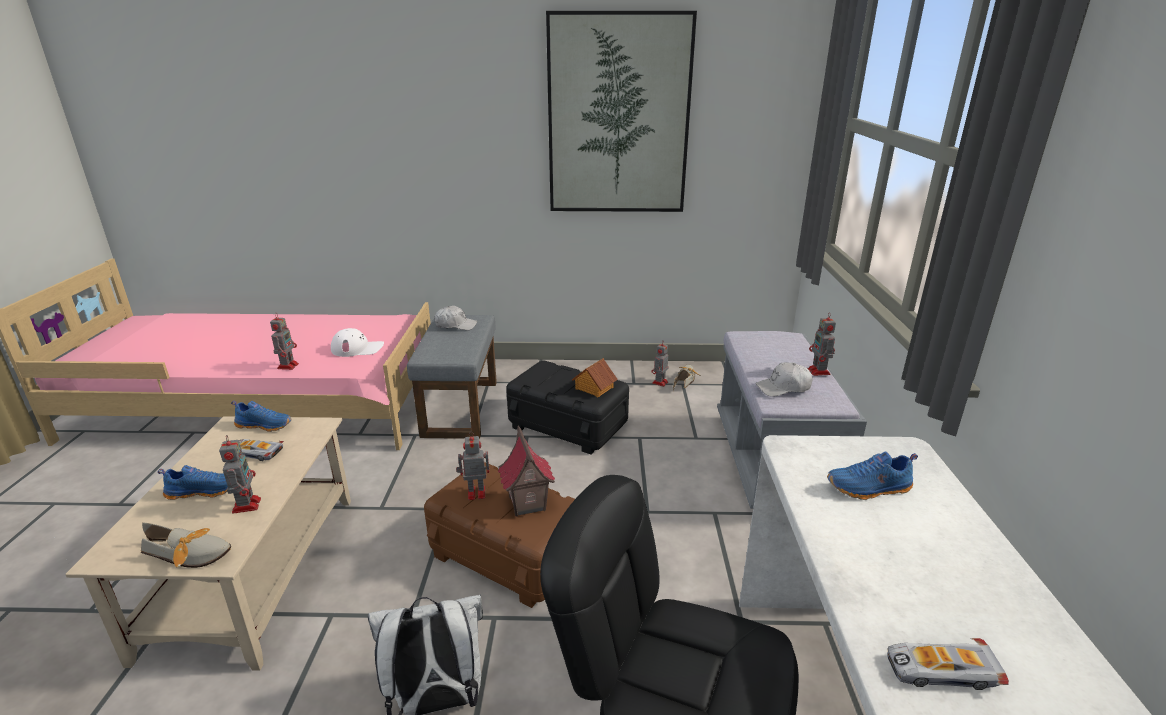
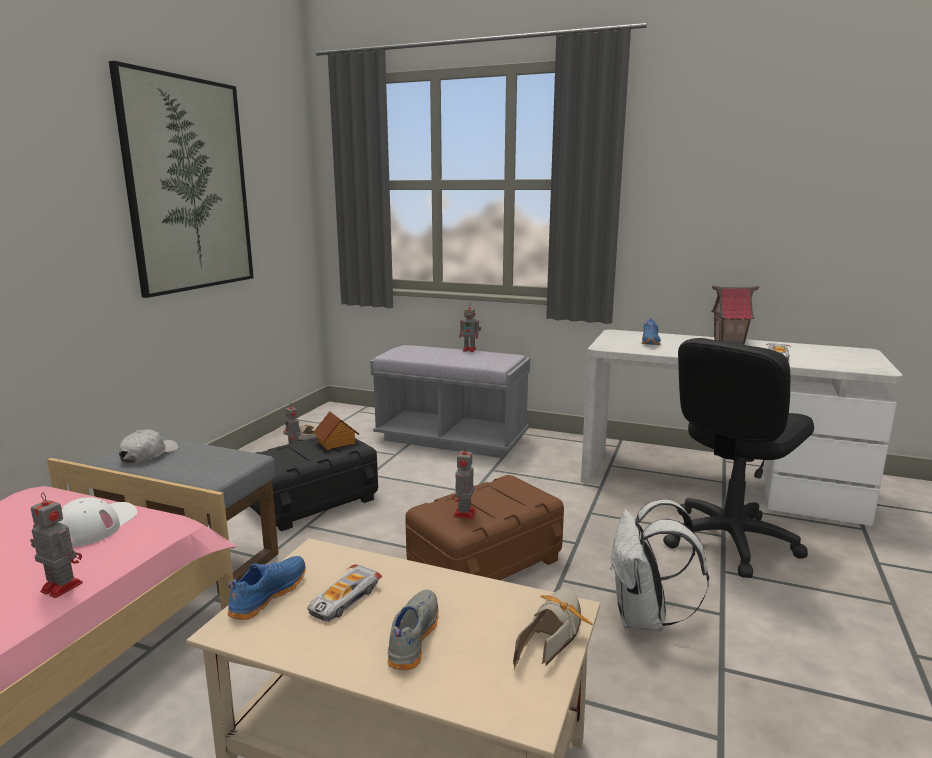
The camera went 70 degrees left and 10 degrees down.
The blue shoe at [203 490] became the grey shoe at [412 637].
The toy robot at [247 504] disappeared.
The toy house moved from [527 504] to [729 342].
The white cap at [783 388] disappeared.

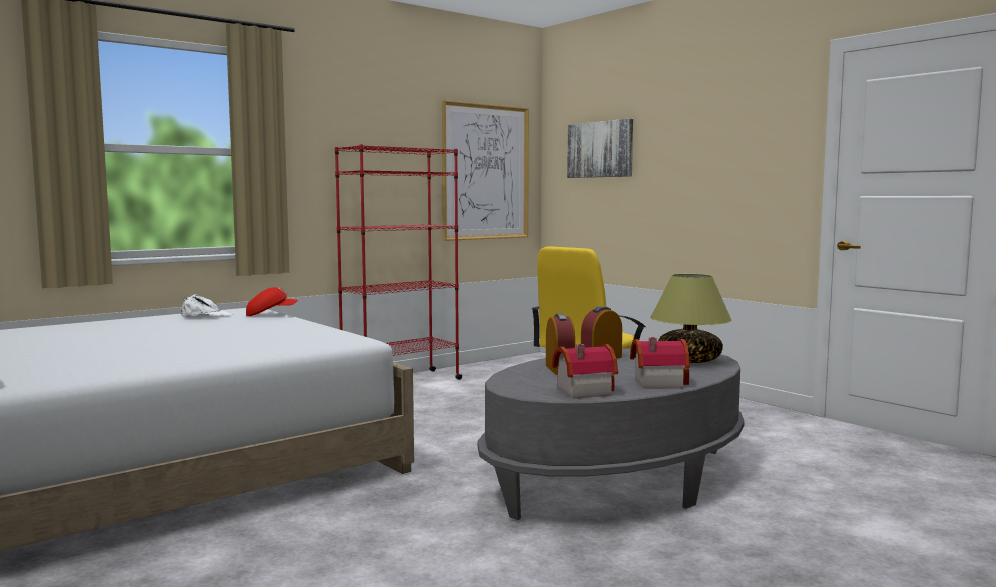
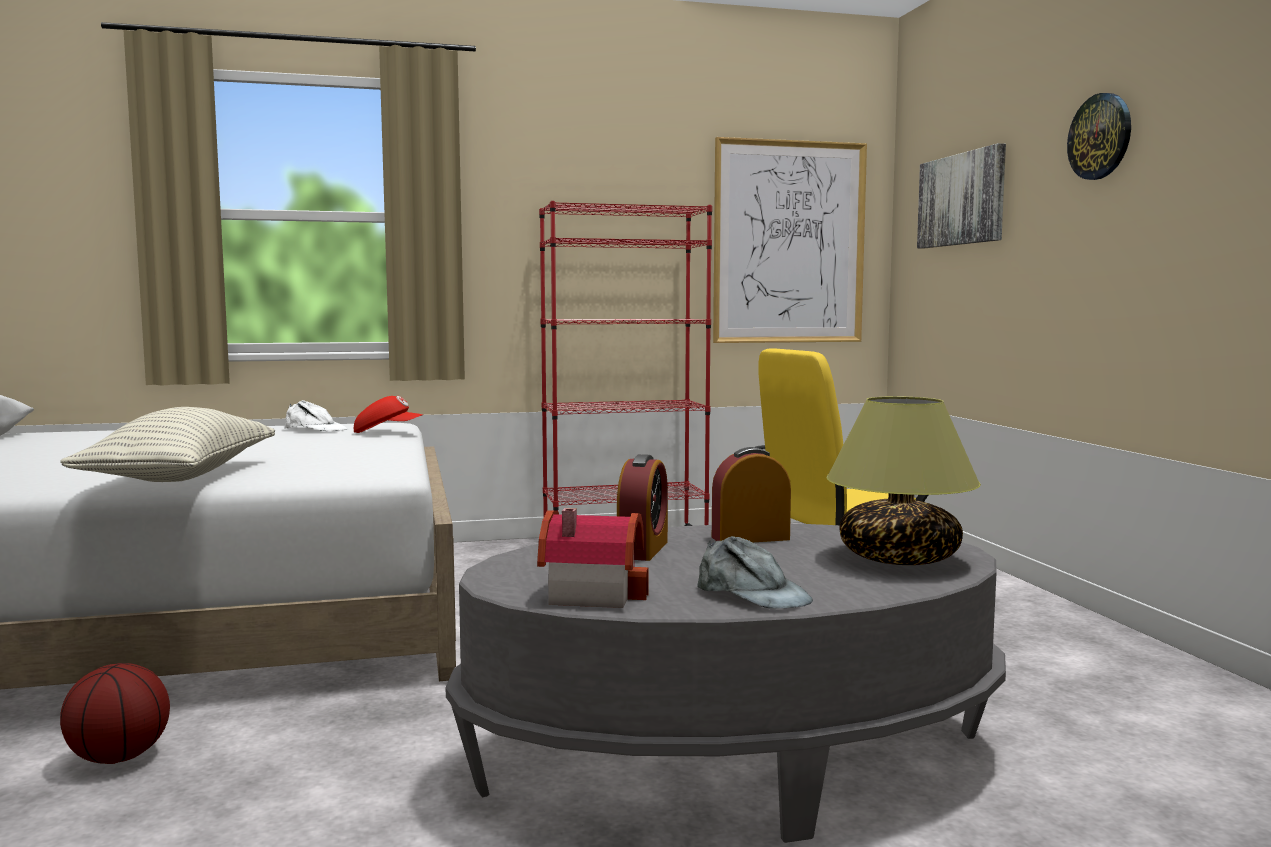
The camera went 25 degrees right and 0 degrees up.
The toy house at [656 382] was replaced by the grey cap at [752 594].
The pillow at [181 477] appeared.
The basketball at [120 757] appeared.
The wall clock at [1100 136] appeared.

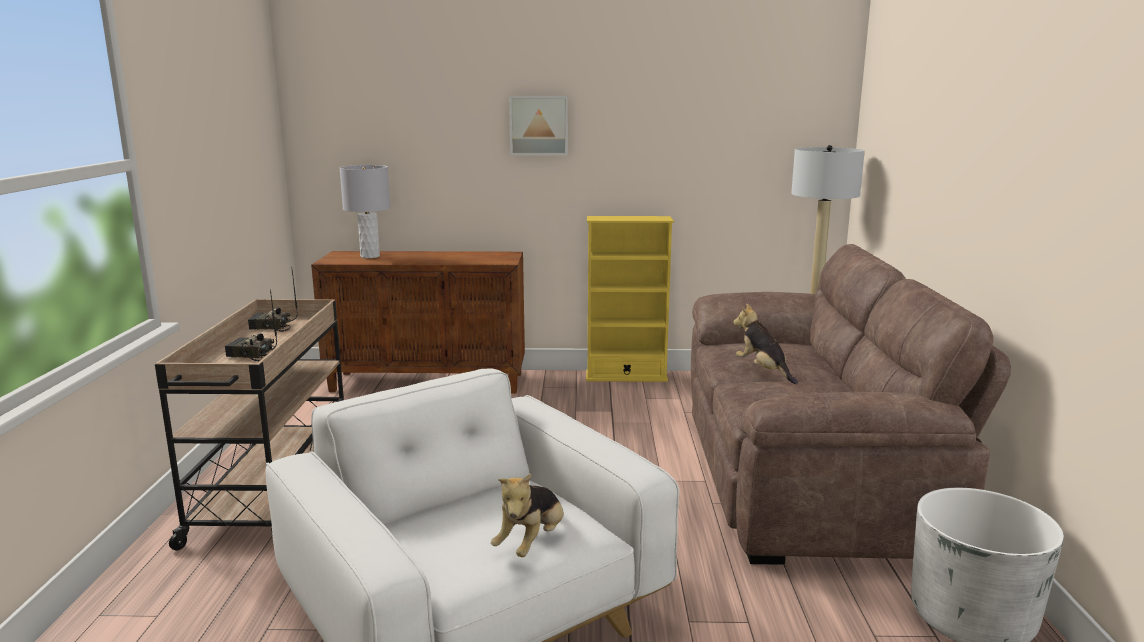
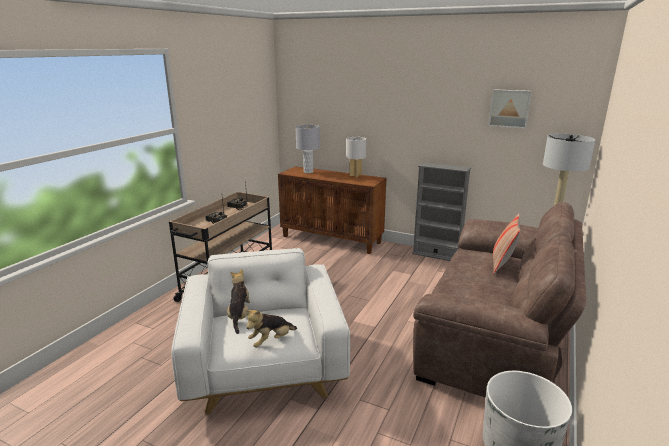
The camera went 25 degrees right and 5 degrees up.
The picture moved from [539 125] to [509 108].
The yellow bookcase at [626 376] became the grey bookcase at [436 255].
The plush toy moved from [763 371] to [240 316].
The white table lamp at [355 175] appeared.
The pillow at [502 264] appeared.

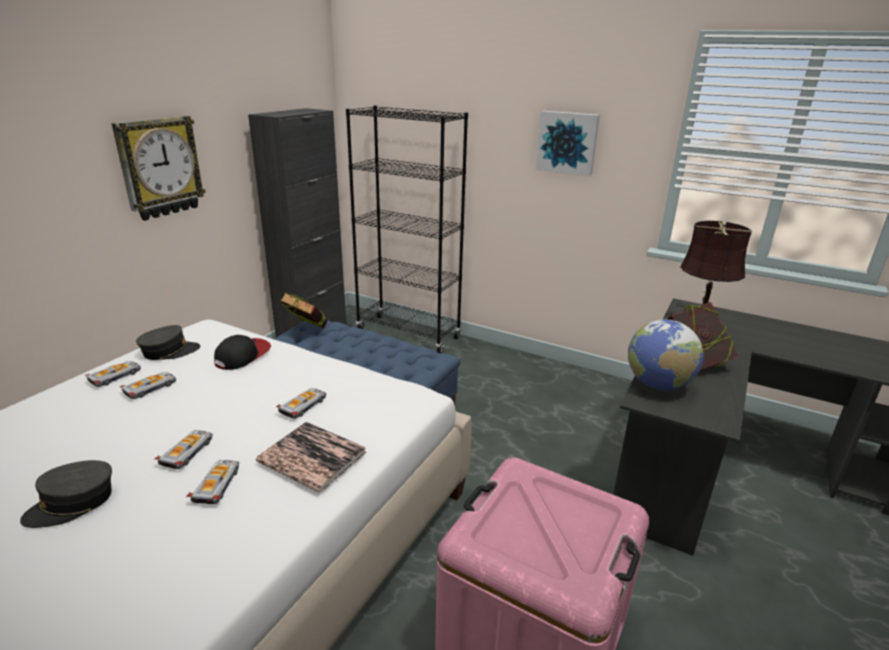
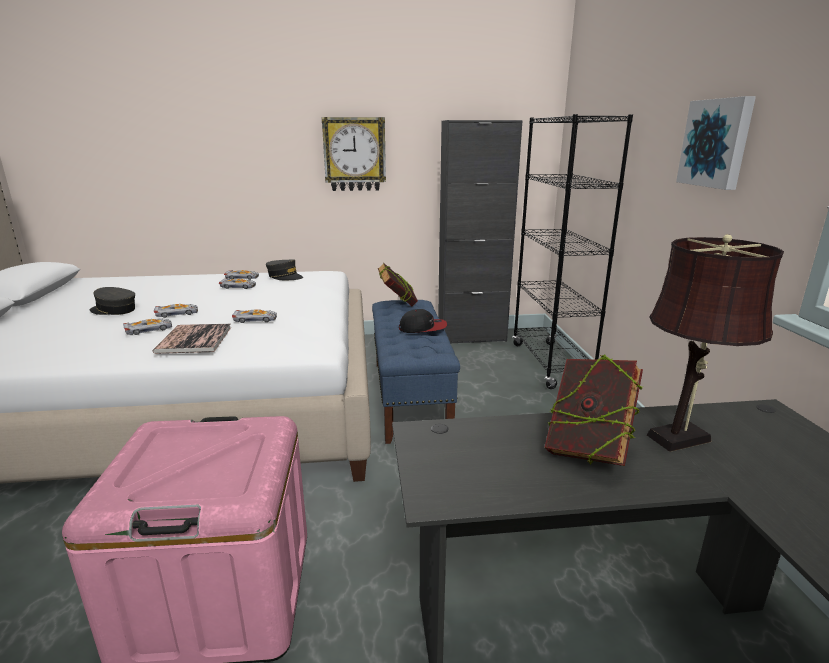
The camera went 55 degrees right and 5 degrees down.
The cap moved from [243 356] to [423 328].
The globe at [658 384] disappeared.

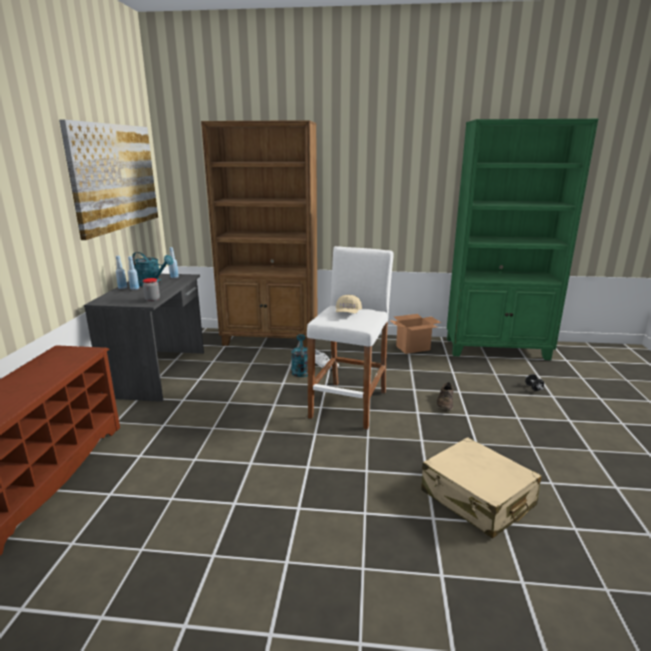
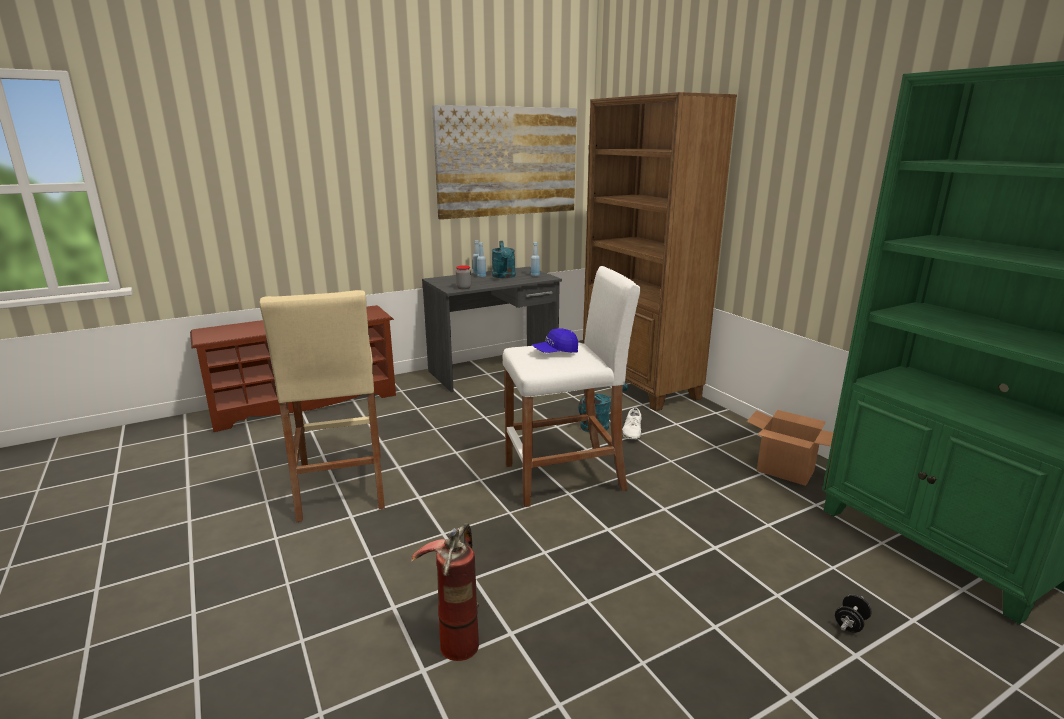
The camera went 55 degrees right and 0 degrees up.
The beige cap at [348 313] became the blue cap at [555 352].
The beige suitcase at [477 498] was replaced by the fire extinguisher at [457 634].
The brown shoe at [445 402] disappeared.
The beige stool at [341 486] appeared.

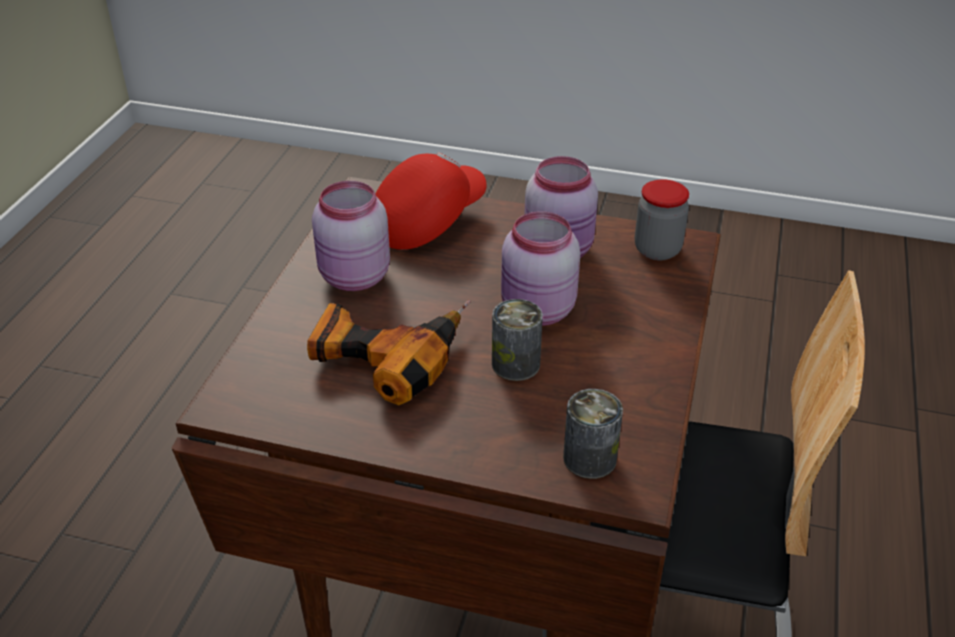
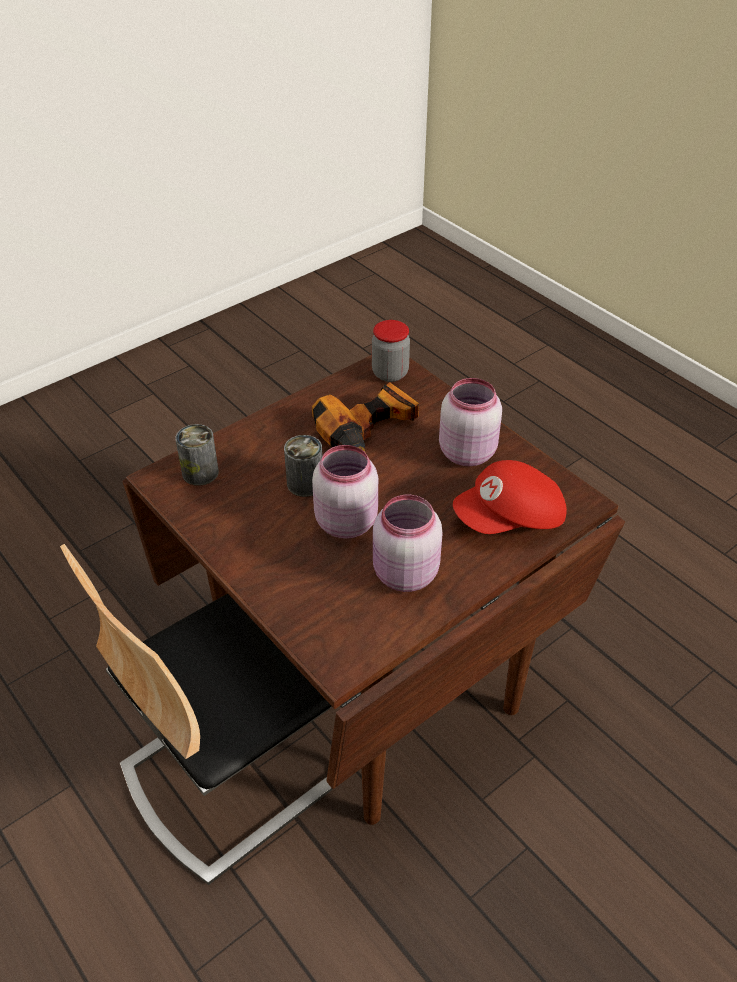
The camera went 125 degrees right and 5 degrees up.
The red cap at [427 221] turned 75 degrees clockwise.
The jar moved from [657 250] to [390 373].

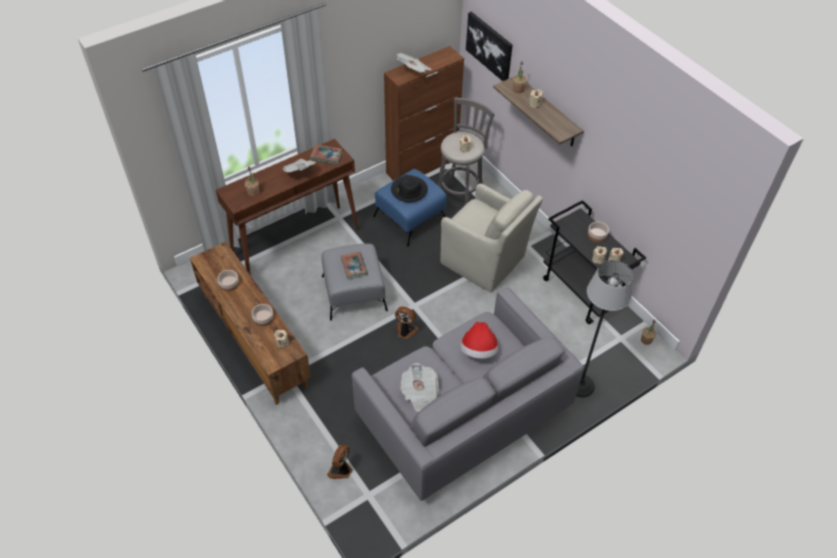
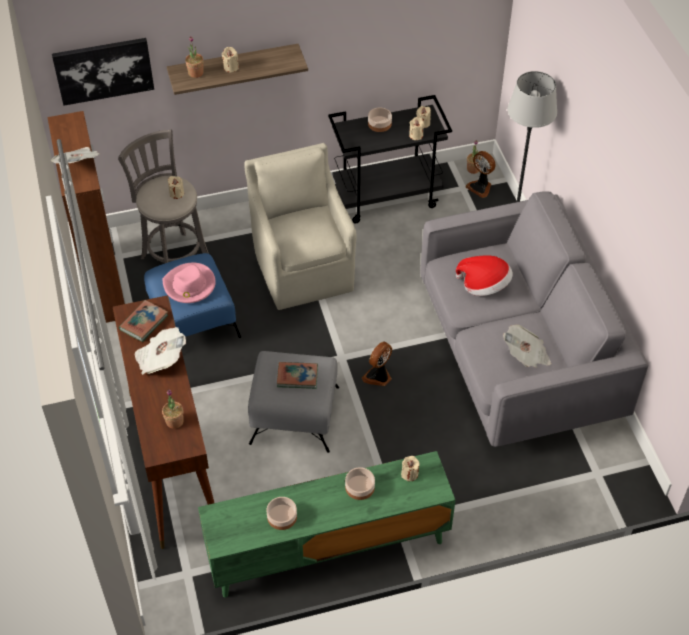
The camera went 70 degrees left and 0 degrees up.
The brown tv stand at [253 340] became the green tv stand at [327 548].
The fan moved from [341 470] to [480 187].
The black hat at [408 190] became the pink hat at [189 285].
The beige armchair at [484 261] turned 75 degrees counterclockwise.

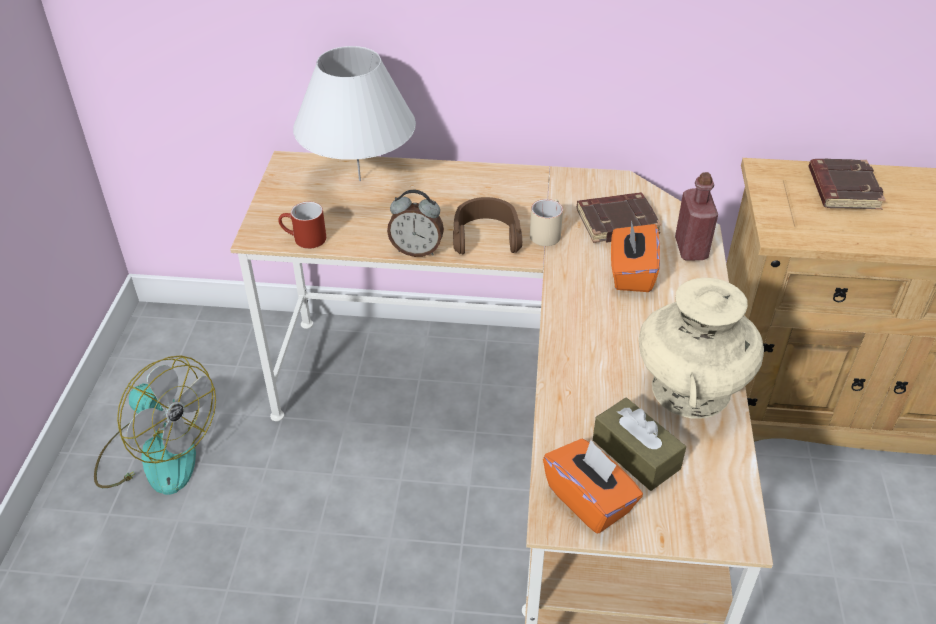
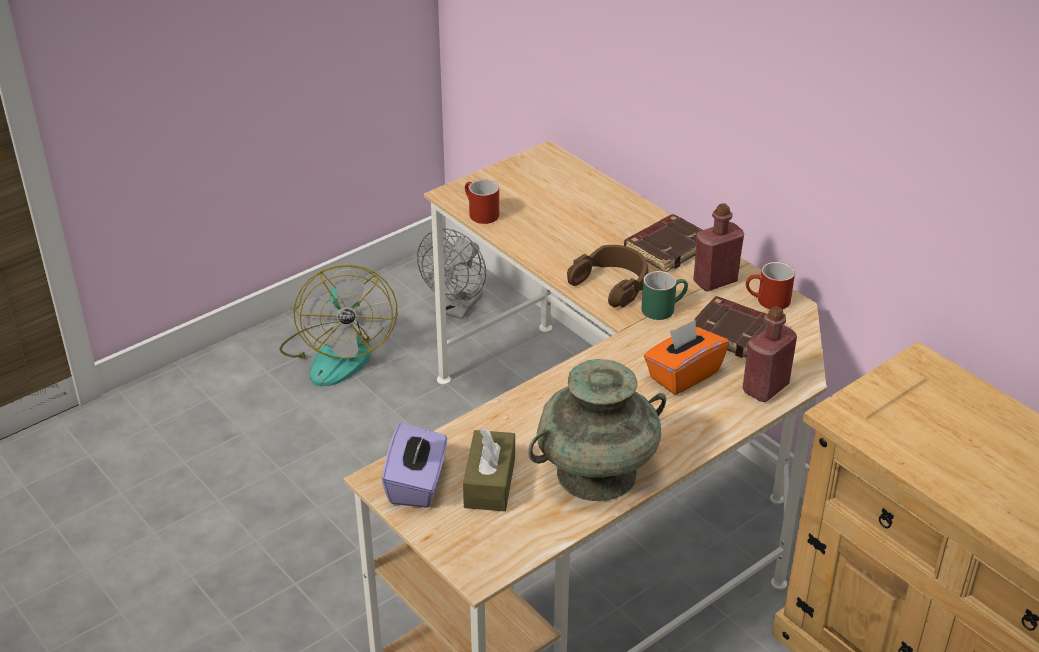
The camera went 45 degrees right and 5 degrees down.
The white table lamp at [359 180] disappeared.
The alarm clock at [416 250] disappeared.
The beige mug at [546 232] became the green mug at [663 308].
The orange tissue box at [589 500] became the purple tissue box at [417 484].
The beige vase at [690 389] became the turquoise vase at [596 474].
The brown book moved from [842 189] to [667 247].
The grey fan at [458 309] appeared.
The red bottle at [715 281] appeared.
The red mug at [767 301] appeared.

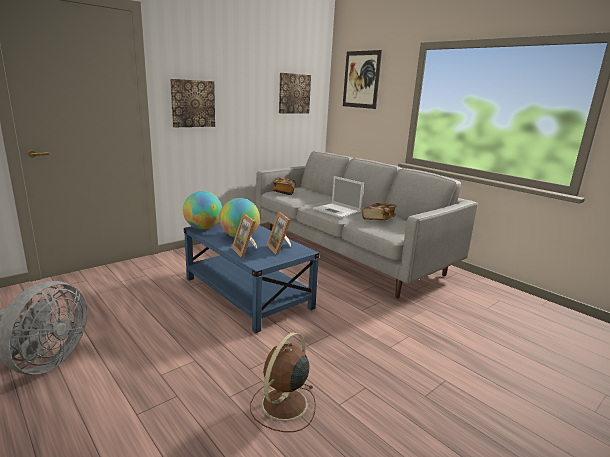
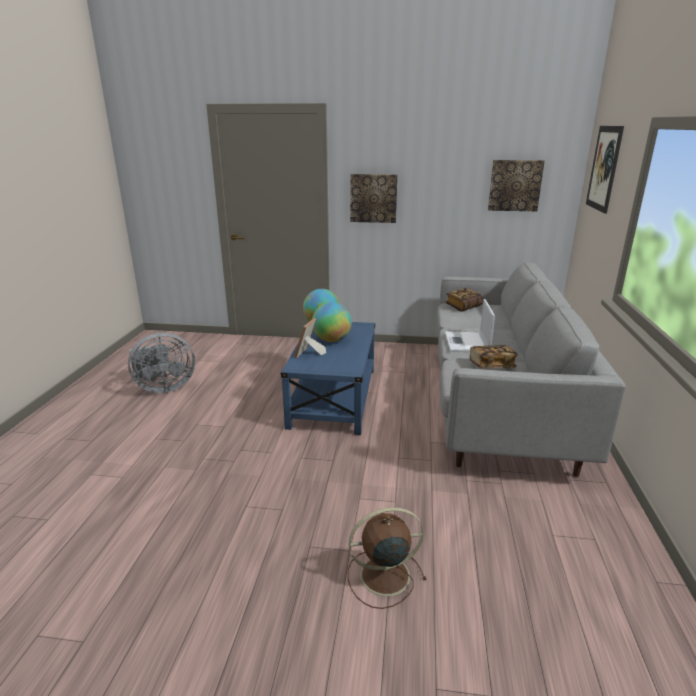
The camera went 50 degrees right and 5 degrees up.
The brown fan moved from [283 405] to [382 576].
The picture frame at [281 249] disappeared.

